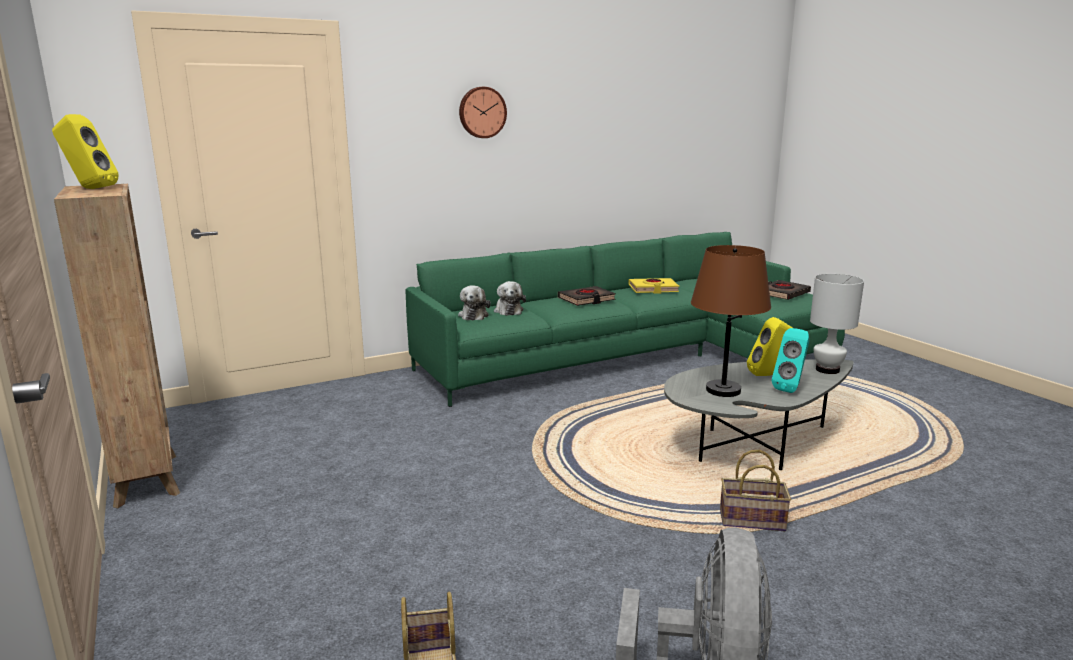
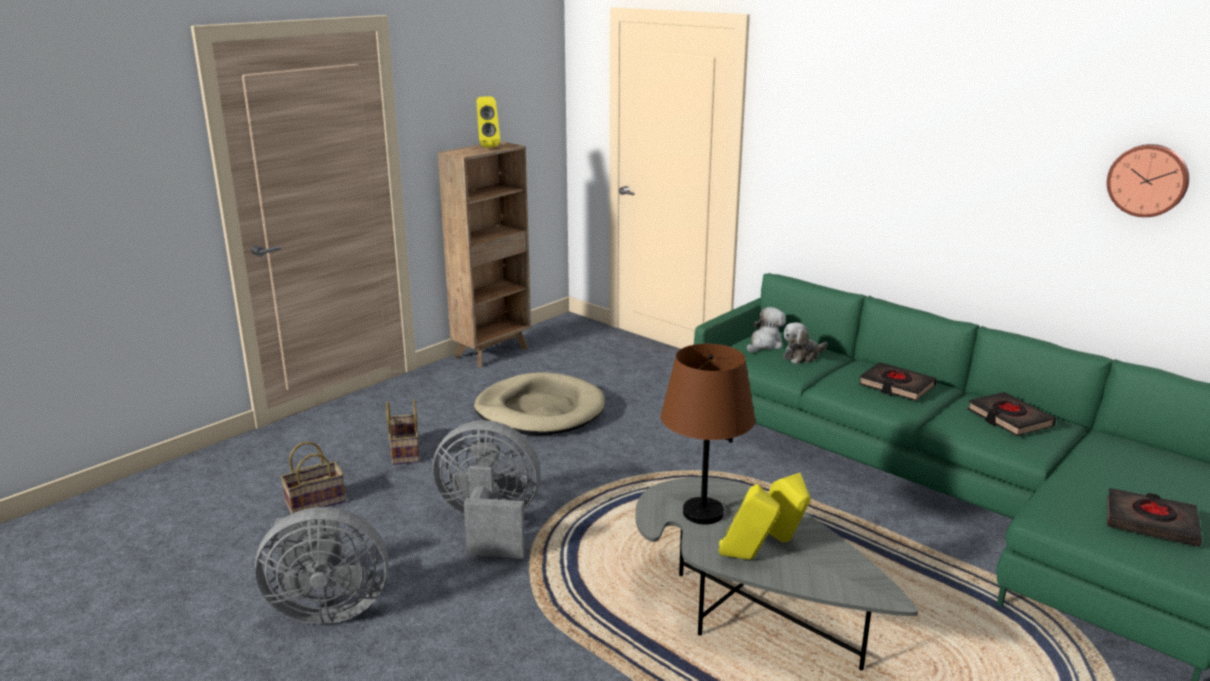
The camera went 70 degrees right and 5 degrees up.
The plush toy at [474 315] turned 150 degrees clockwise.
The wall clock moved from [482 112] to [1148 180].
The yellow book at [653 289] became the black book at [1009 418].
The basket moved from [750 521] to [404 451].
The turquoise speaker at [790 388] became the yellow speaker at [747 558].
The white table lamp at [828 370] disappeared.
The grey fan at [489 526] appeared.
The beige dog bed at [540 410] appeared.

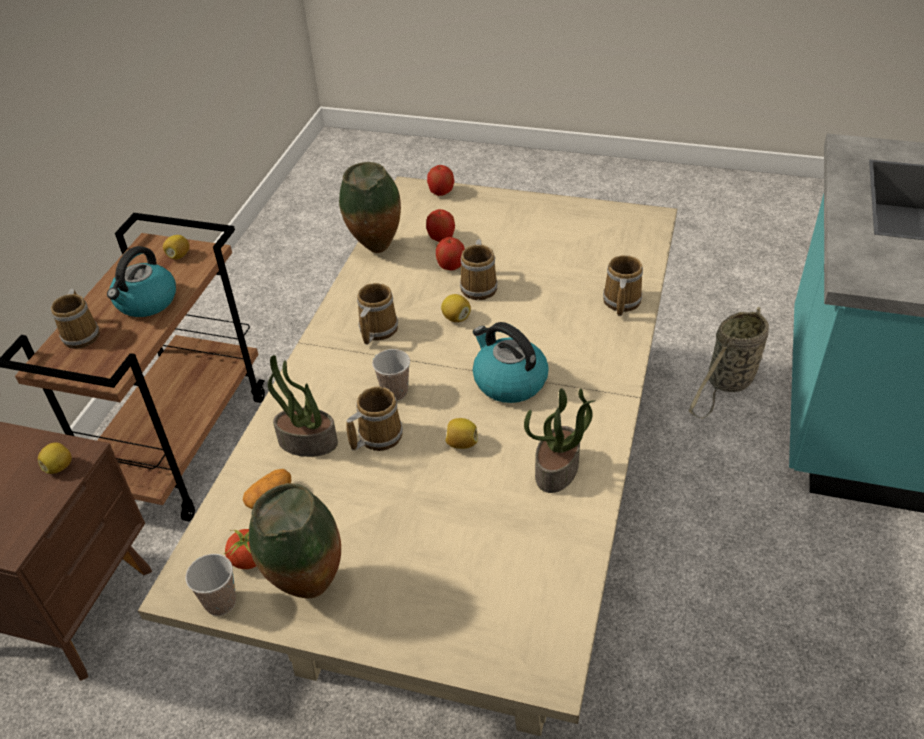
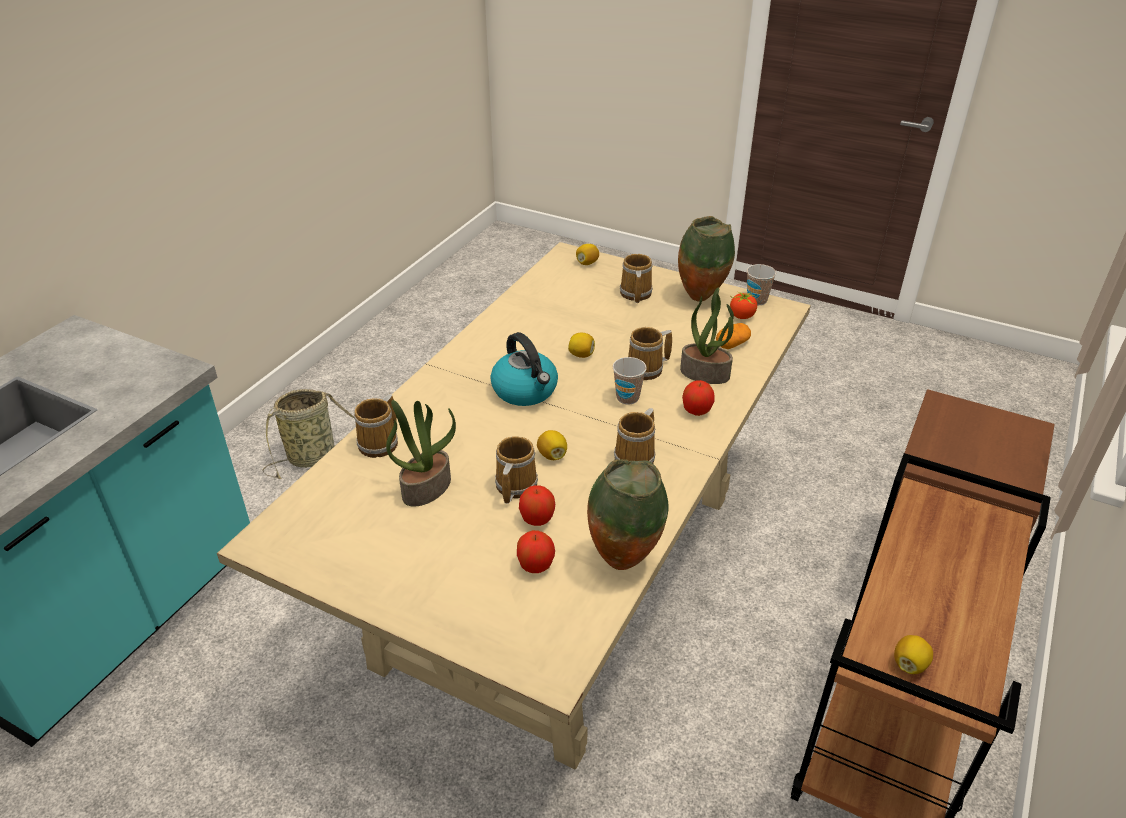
The camera went 170 degrees left and 5 degrees down.
The lemon moved from [59 467] to [587 263].
The mug moved from [82 334] to [634 294].
The kettle at [146 302] disappeared.
The apple moved from [441 192] to [697 411].
The potted plant moved from [557 470] to [426 487].
The basket moved from [728 383] to [315 455].

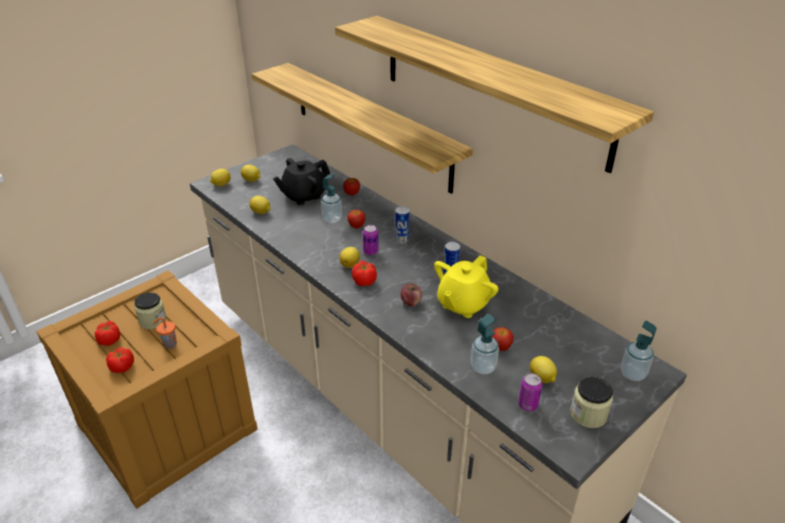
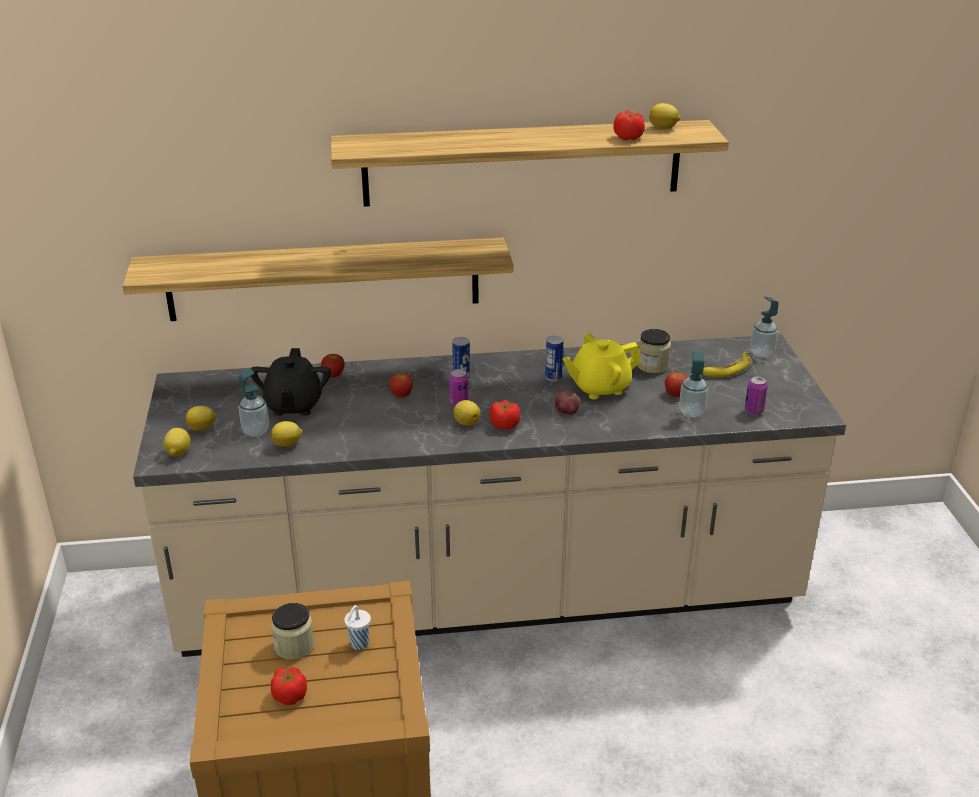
The camera went 55 degrees left and 5 degrees down.
The tomato moved from [122 367] to [628 137].
The orange cup at [169 344] became the white cup at [358 644].
The soap dispenser moved from [332 219] to [255 431].
The yellow teapot at [463 304] turned 90 degrees clockwise.
The lemon moved from [542 378] to [663 128].
The jar moved from [588 414] to [652 365].
The banana at [726 369] appeared.

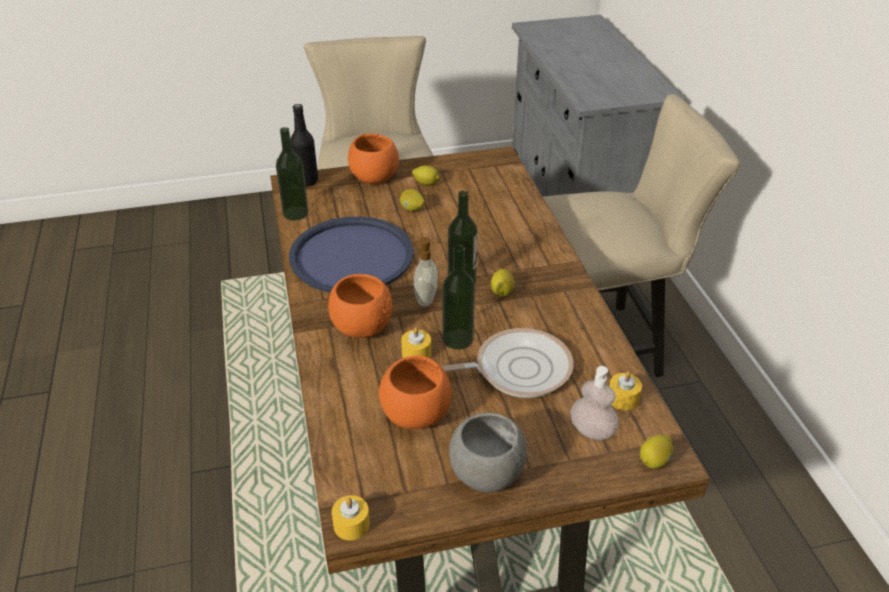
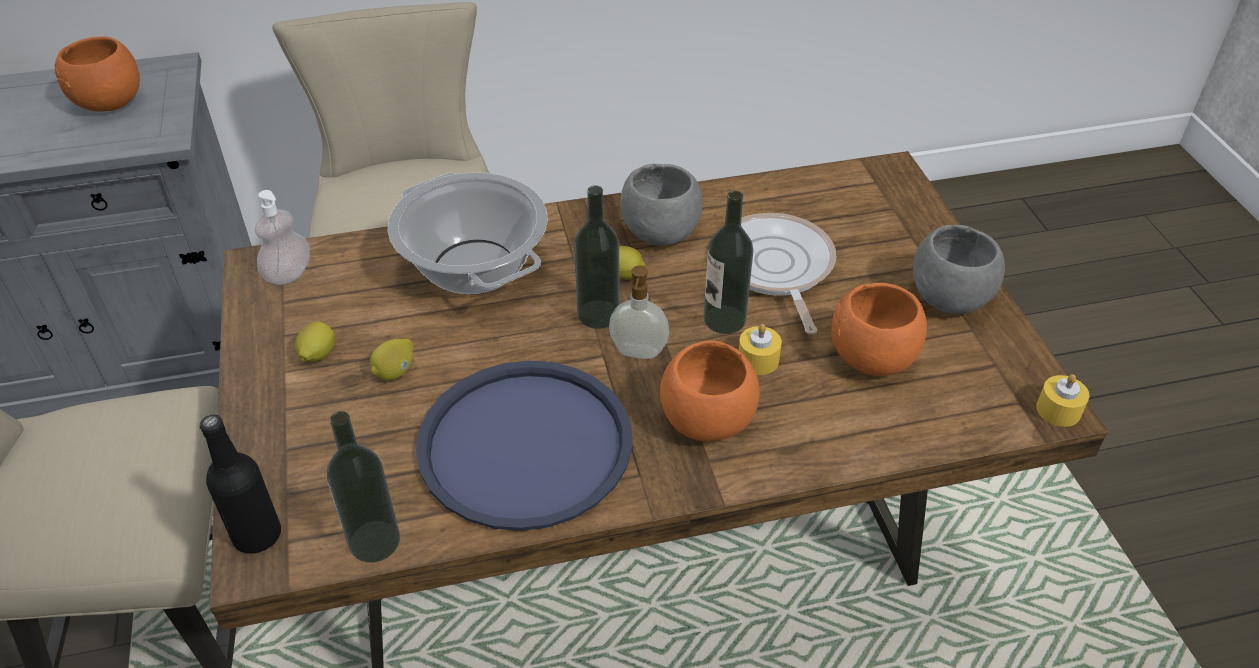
The camera went 90 degrees left and 5 degrees up.
The orange bowl moved from [374 178] to [110 103].
The soap dispenser moved from [592 430] to [288 274].
The yellow candle at [623 398] disappeared.
The lemon at [654 461] disappeared.
The cooking pot at [473 267] appeared.
The grey bowl at [660 233] appeared.

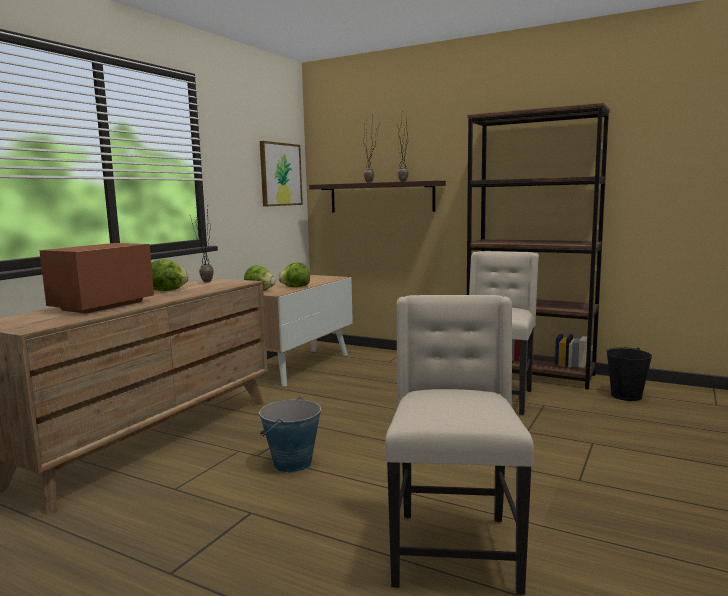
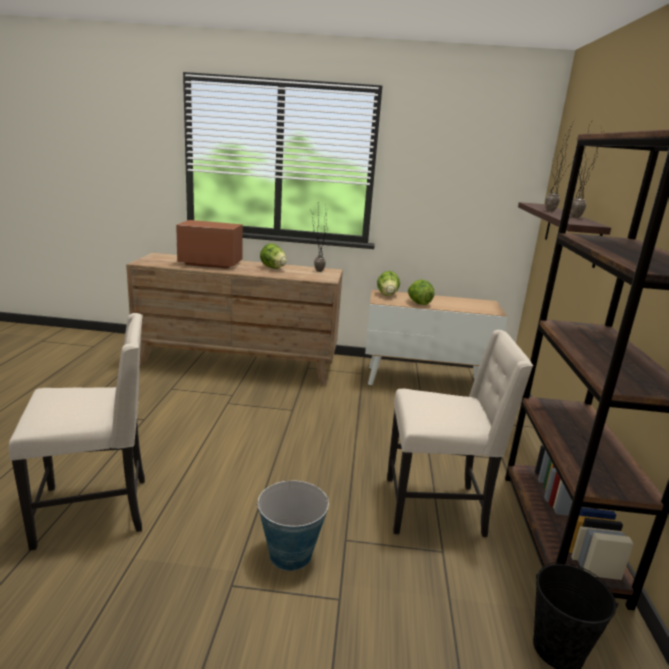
The camera went 65 degrees right and 10 degrees up.
The bucket moved from [292 463] to [290 554].
The picture at [280 174] disappeared.

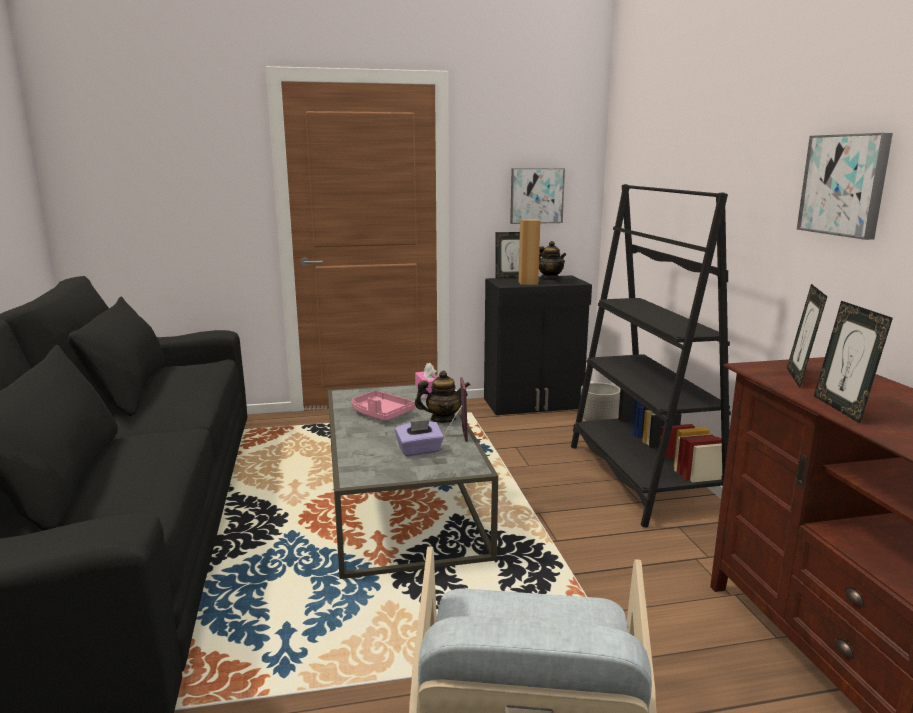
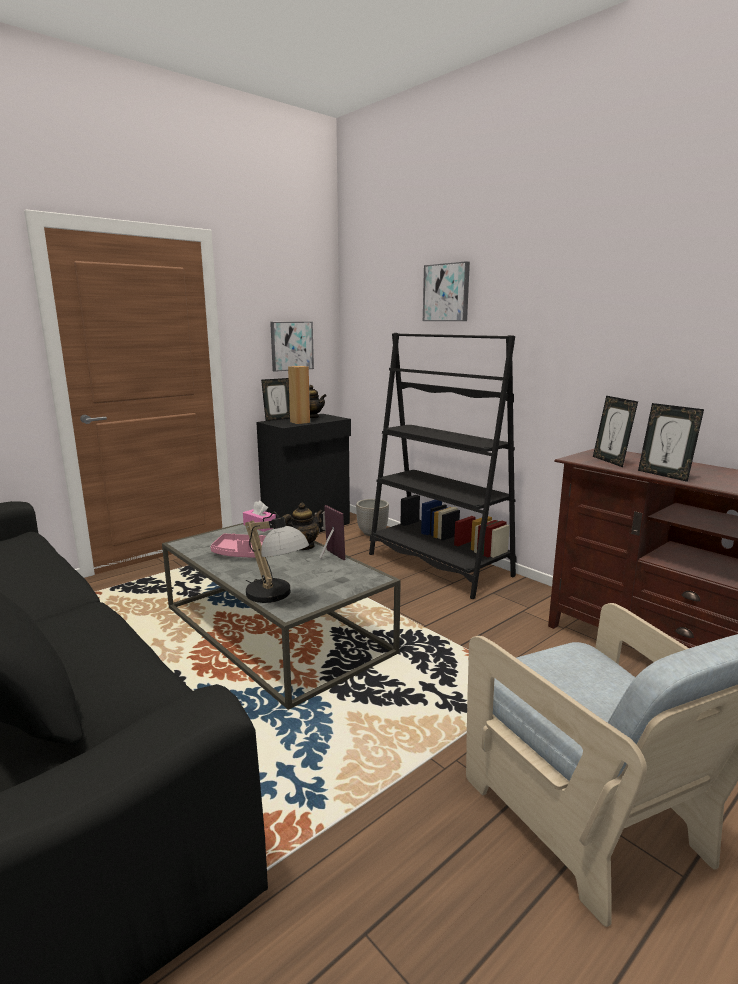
The camera went 30 degrees left and 0 degrees up.
The purple tissue box at [419 451] disappeared.
The picture moved from [845 185] to [447 292].
The table lamp at [276 596] appeared.

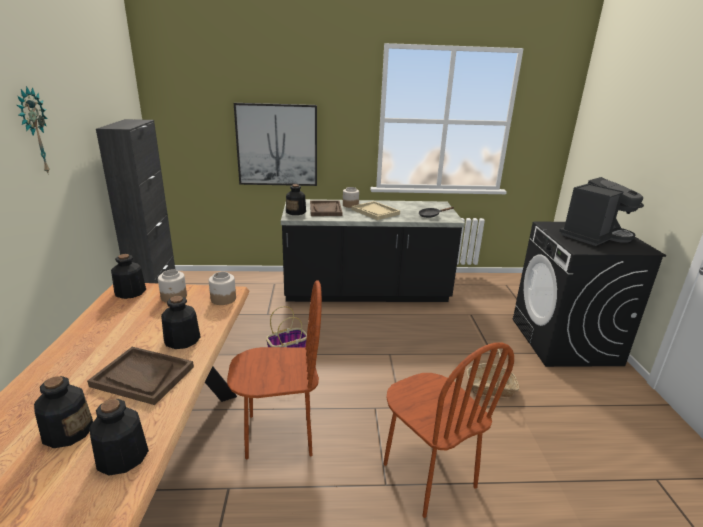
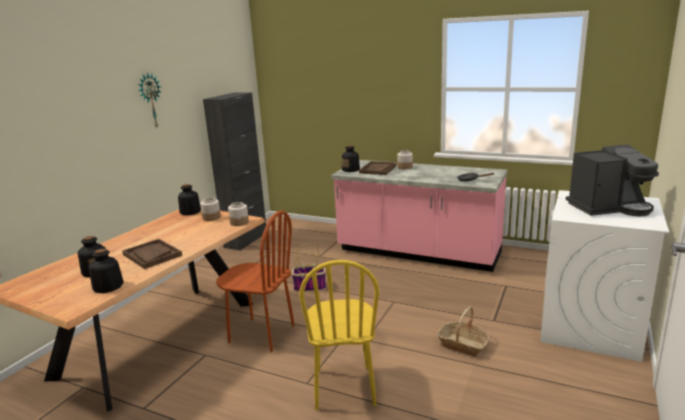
The camera went 30 degrees right and 5 degrees down.
The bottle at [181 340] disappeared.
The picture at [277 145] disappeared.
The black counter at [366 292] became the pink counter at [418 252].
The beige tray at [375 212] disappeared.
The brown chair at [428 475] became the yellow chair at [344 387].
The black washing machine at [565 341] became the white washing machine at [590 326].

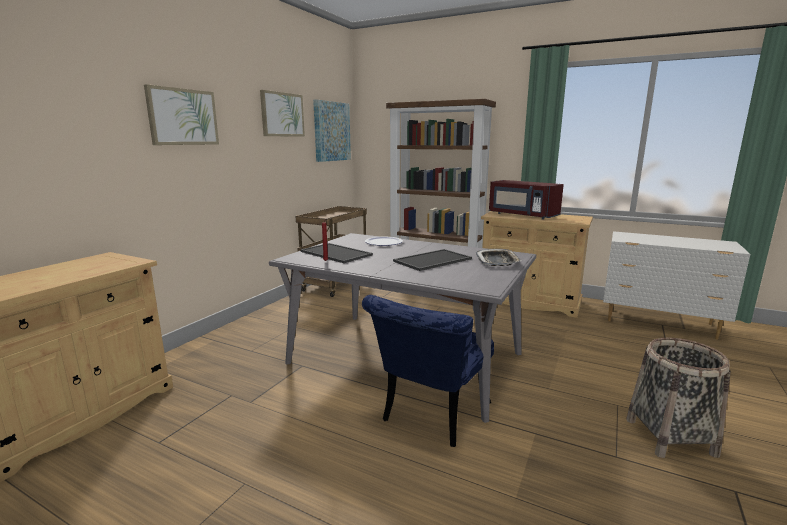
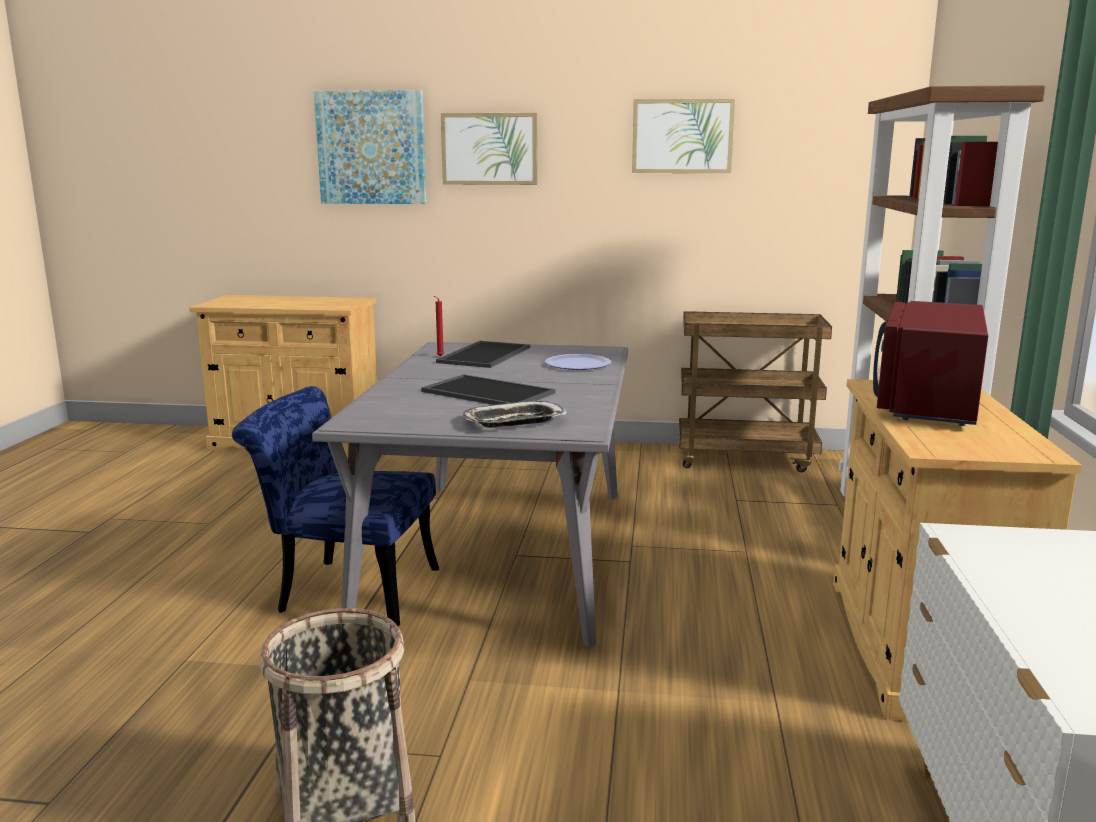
The camera went 70 degrees right and 0 degrees up.
The picture moved from [331 131] to [371 148].

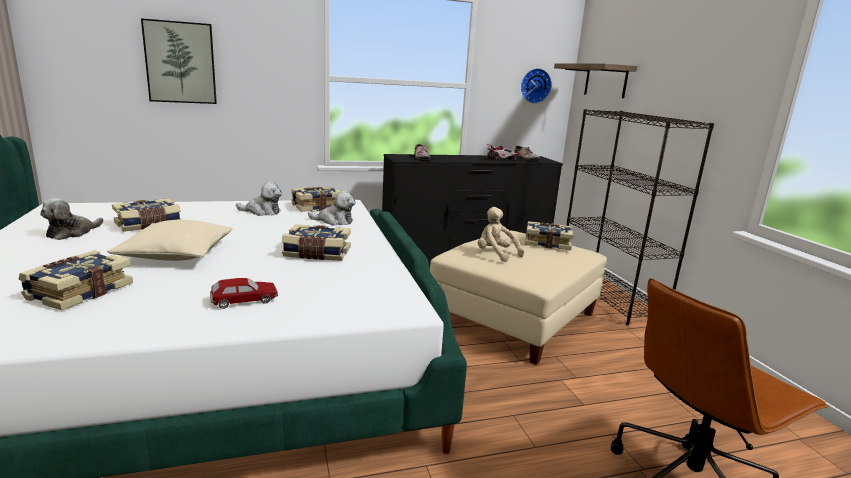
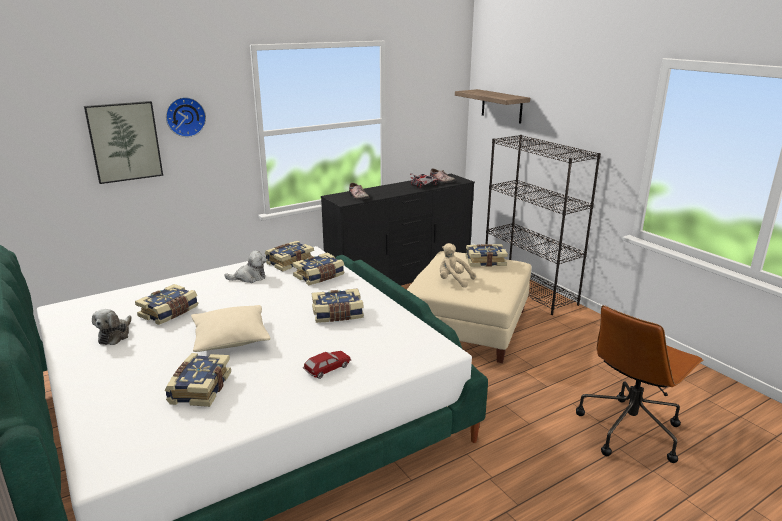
The camera went 15 degrees left and 5 degrees up.
The plush toy at [334 221] was replaced by the book at [319 276].
The wall clock moved from [535 86] to [185 116].

